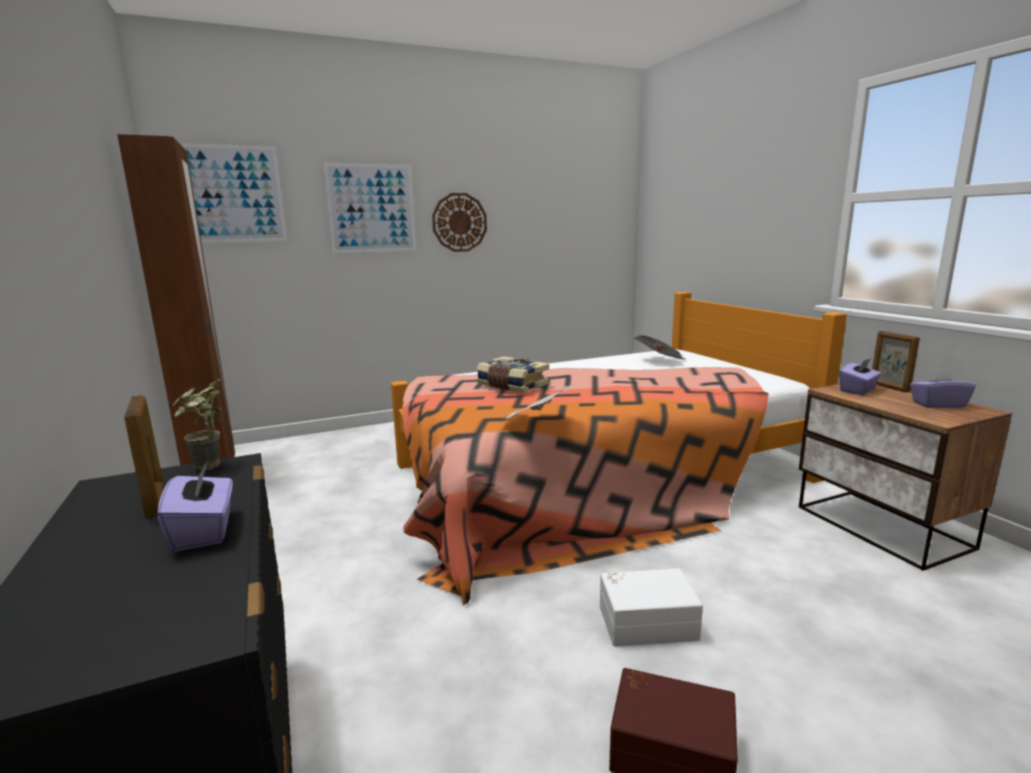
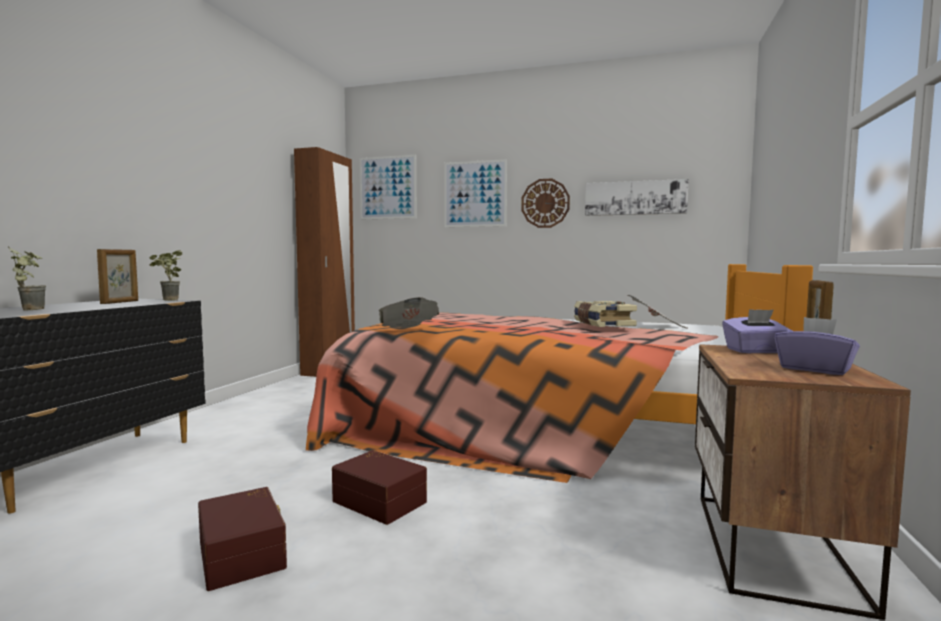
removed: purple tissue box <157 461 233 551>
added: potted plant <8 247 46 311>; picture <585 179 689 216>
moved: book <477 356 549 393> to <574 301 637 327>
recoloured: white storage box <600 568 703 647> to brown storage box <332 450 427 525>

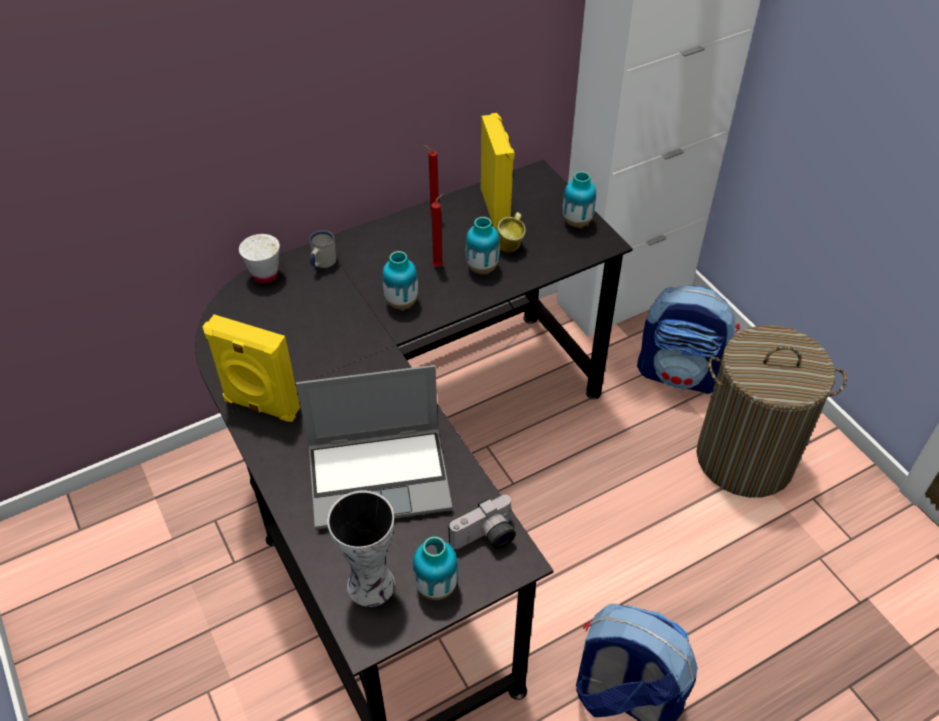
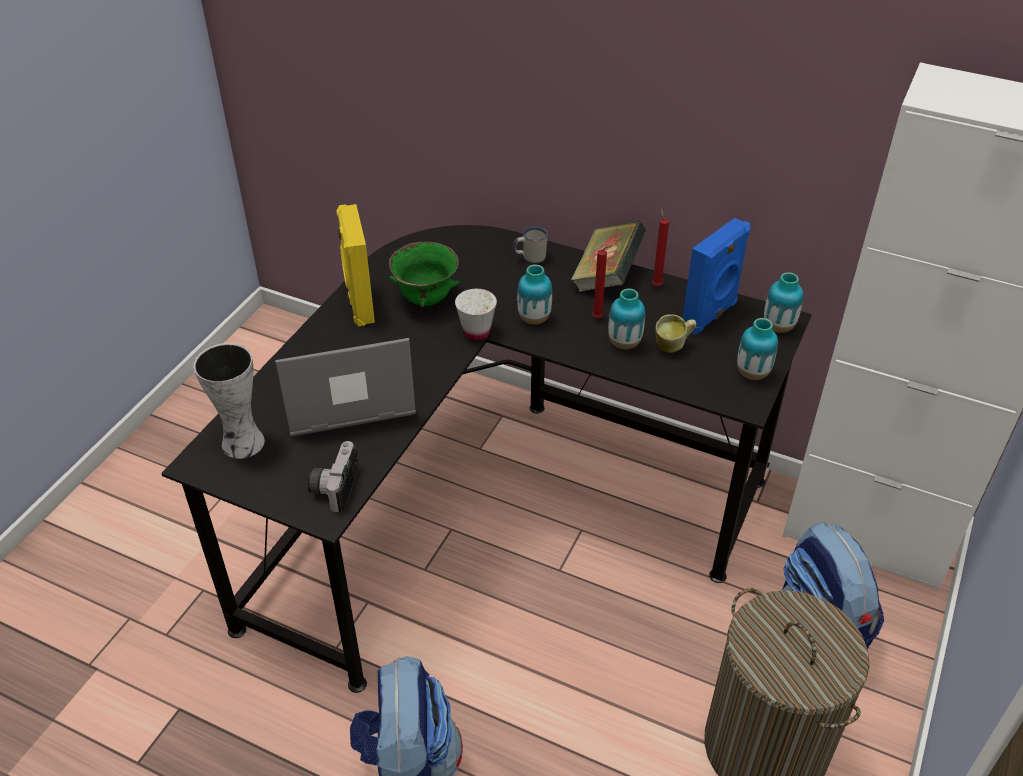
added: green bowl <389 241 460 307>; book <571 221 646 292>
moved: white cup <239 234 280 284> to <455 289 497 340>; vase <413 537 458 600> to <764 272 803 333>
recoloured: yellow speaker <481 113 515 228> to blue speaker <682 218 750 335>
turned: laptop <296 365 452 530> = <275 338 416 436> 120 degrees clockwise; photo camera <448 495 516 549> = <308 441 359 512> 75 degrees clockwise

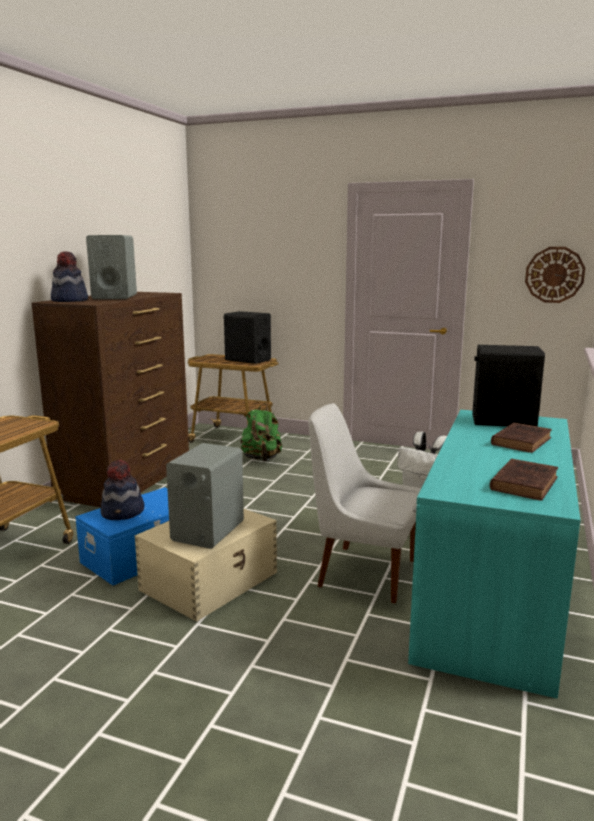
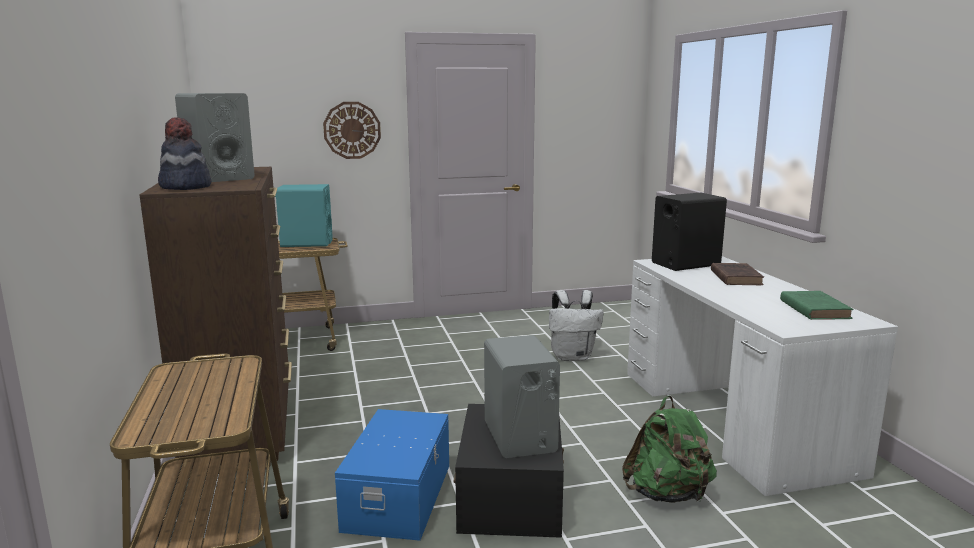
removed: hat <100 459 144 520>; white chair <309 403 421 604>
moved: green backpack <240 404 282 461> to <622 396 717 503>; wall clock <525 247 585 303> to <323 102 381 159>
recoloured: beige storage box <135 508 277 622> to black storage box <453 404 564 538>; black speaker <224 311 271 364> to turquoise speaker <275 184 333 247>; turquoise desk <408 409 580 699> to white desk <627 256 898 496>; brown book <490 459 559 501> to green book <780 291 854 320>

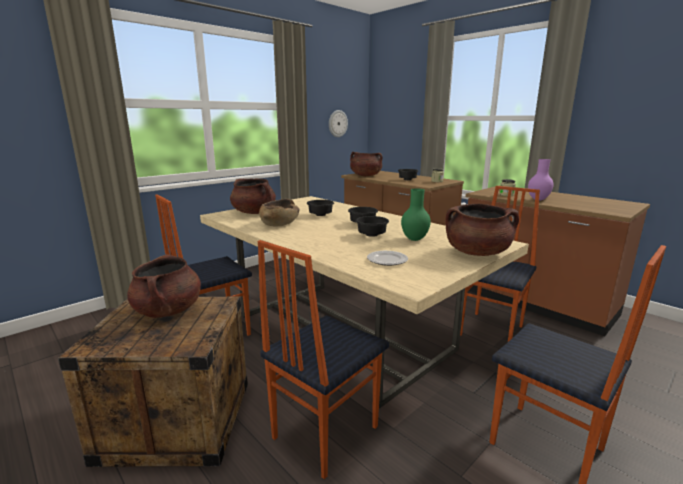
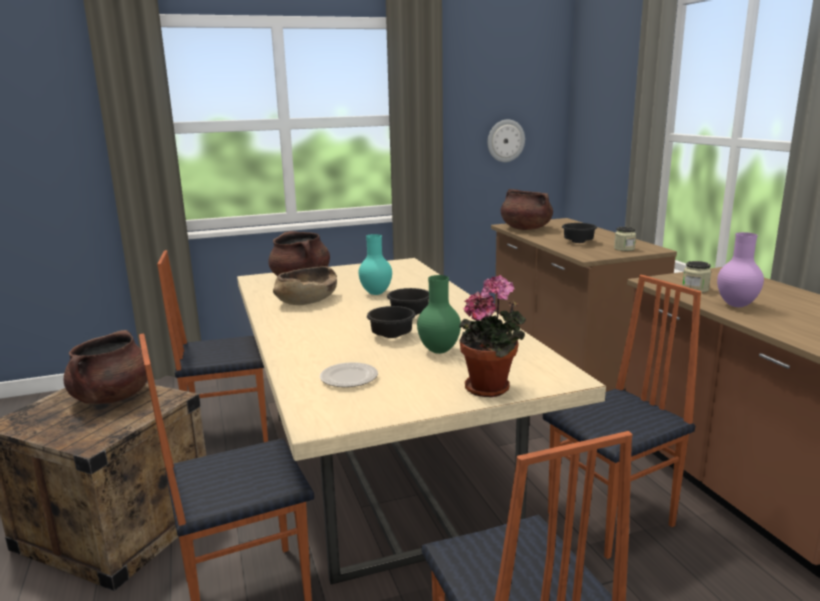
replaced: black bowl <307 200 334 216> to turquoise vase <359 234 392 295>; brown cooking pot <445 204 519 256> to potted plant <460 275 526 397>

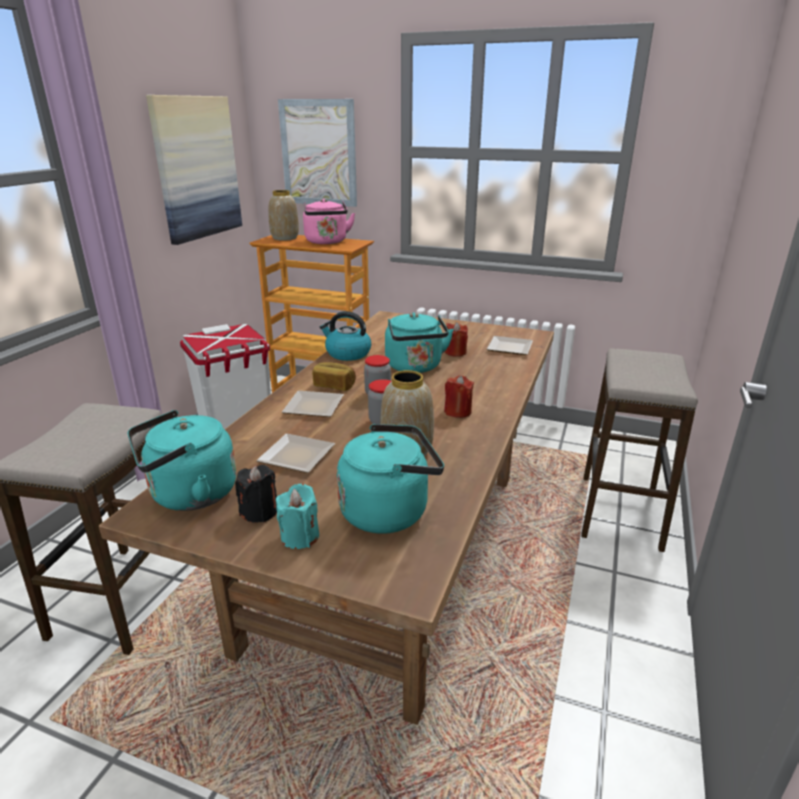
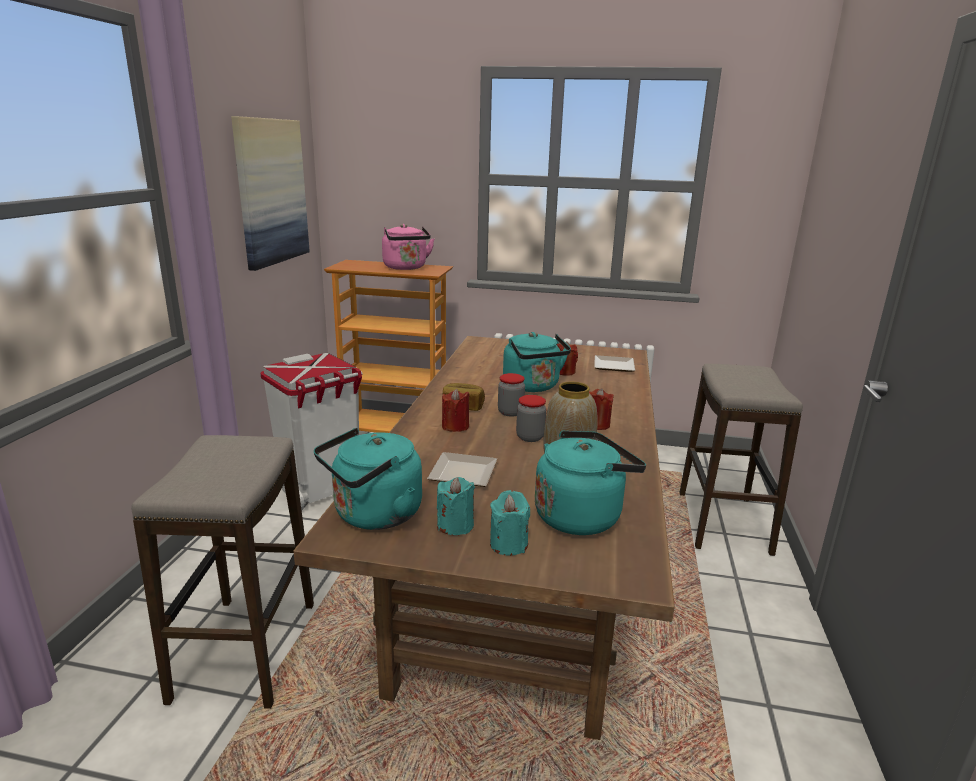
removed: vase <268 190 299 241>; picture <278 99 357 207>; kettle <320 311 371 361>
replaced: plate <282 391 344 417> to red candle <442 389 470 432>
recoloured: black candle <235 465 277 523> to turquoise candle <437 477 475 535>

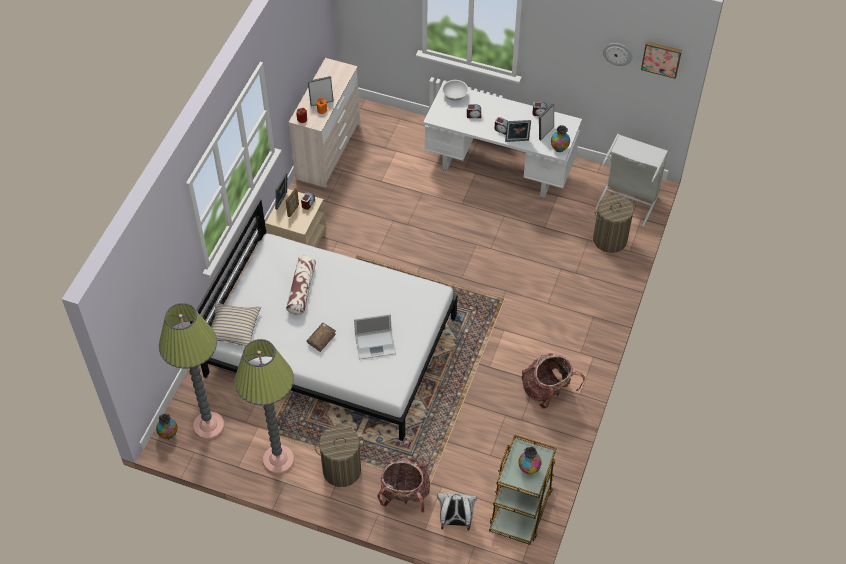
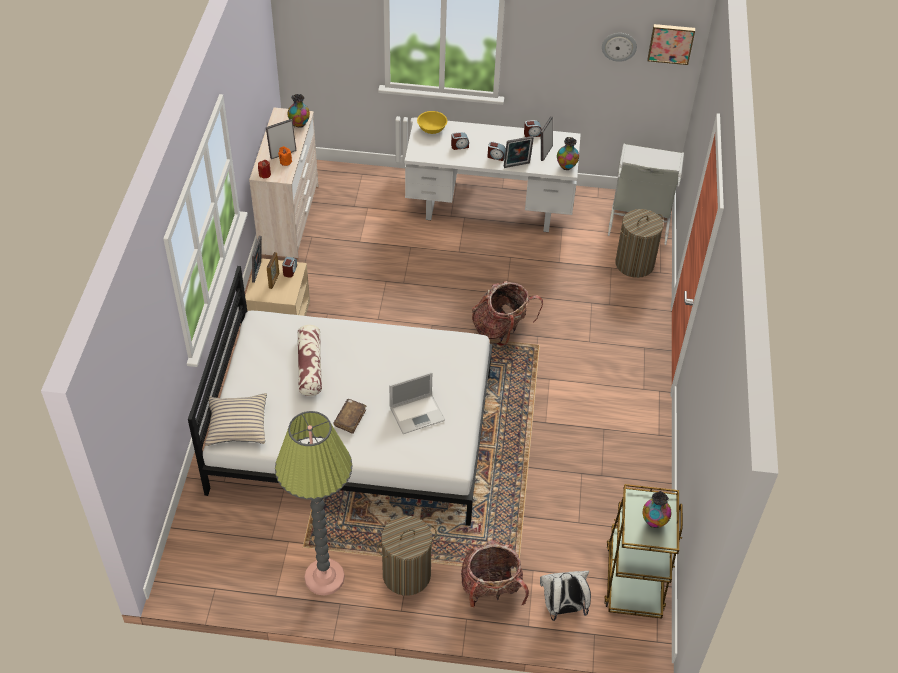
removed: floor lamp <159 303 224 440>
moved: vase <156 414 178 439> to <288 94 310 128>; backpack <522 353 585 409> to <472 281 543 346>
recoloured: white bowl <442 80 468 101> to yellow bowl <417 111 447 134>

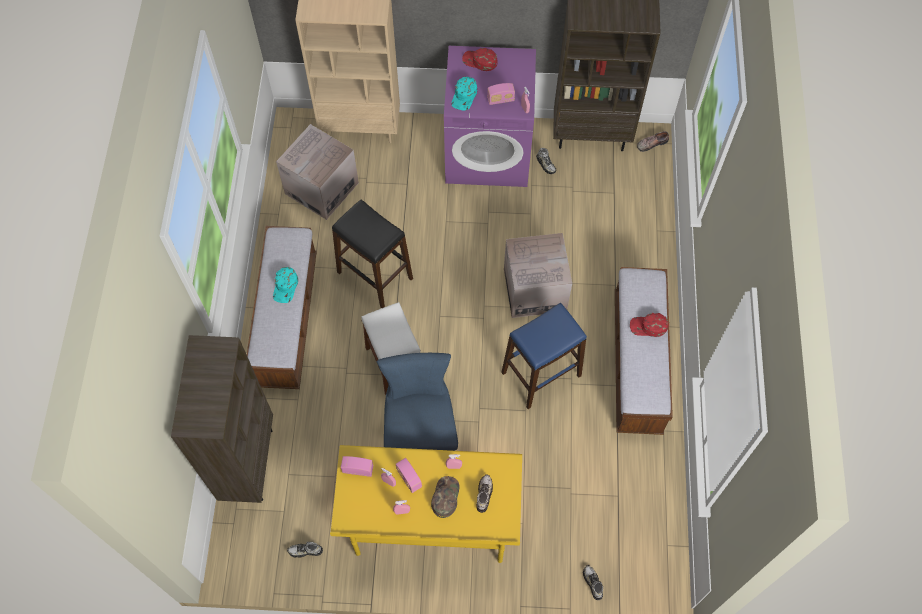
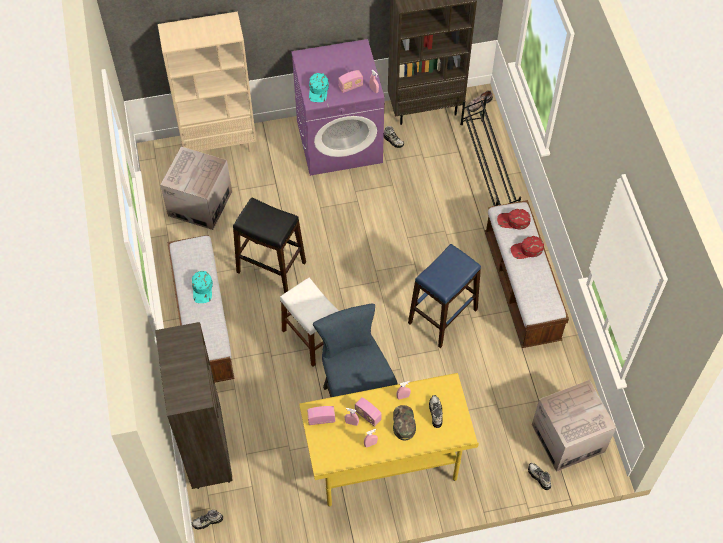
added: black shoe rack <460 96 521 206>
moved: shoe <287 542 323 558> to <191 510 223 530>; red cap <462 48 498 71> to <497 209 531 229>; cardboard box <504 233 572 318> to <532 380 616 472>

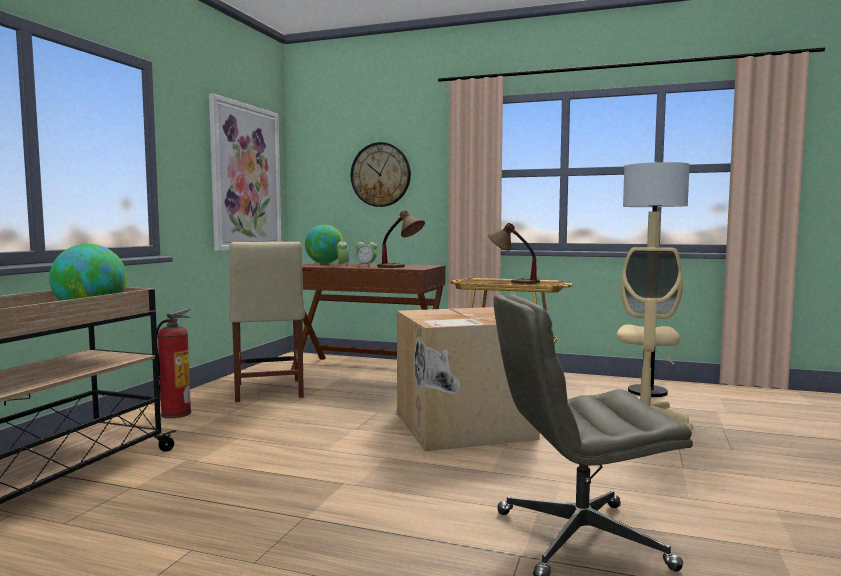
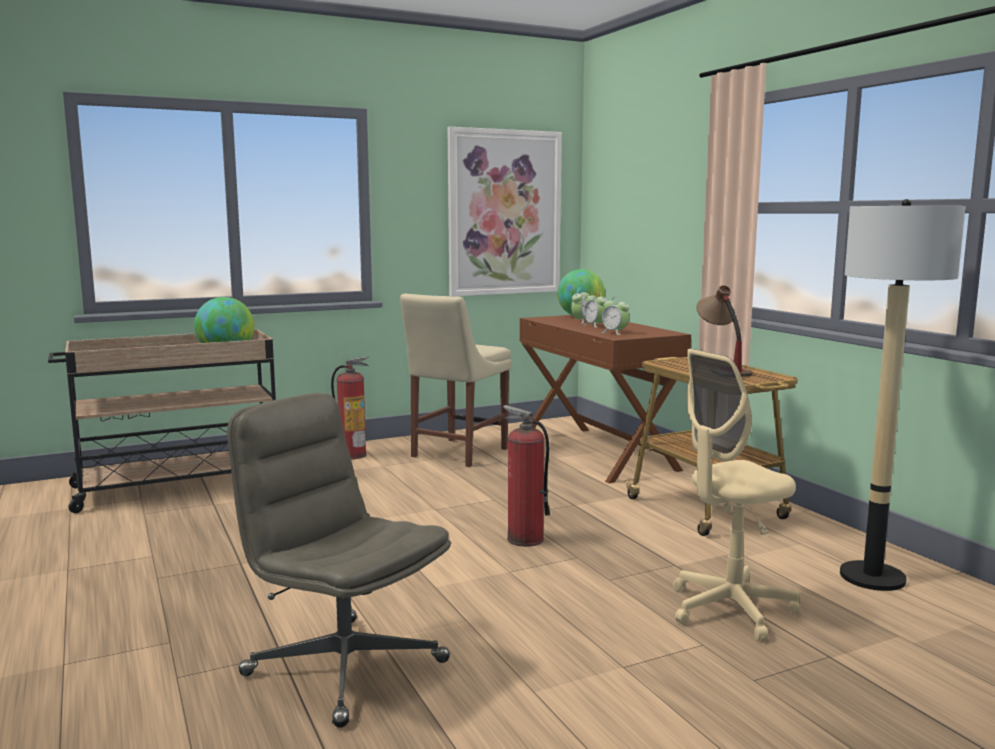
removed: wall clock <351 142 411 207>
replaced: table lamp <377 210 425 268> to alarm clock <601 297 629 335>; cardboard box <397 307 540 451> to fire extinguisher <503 405 550 547>

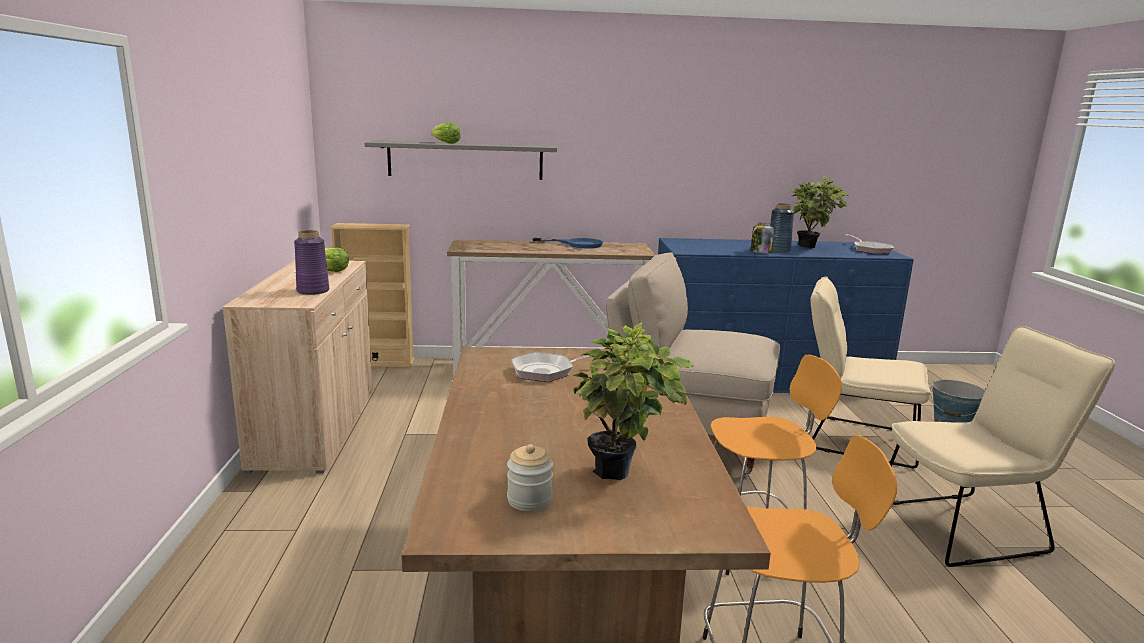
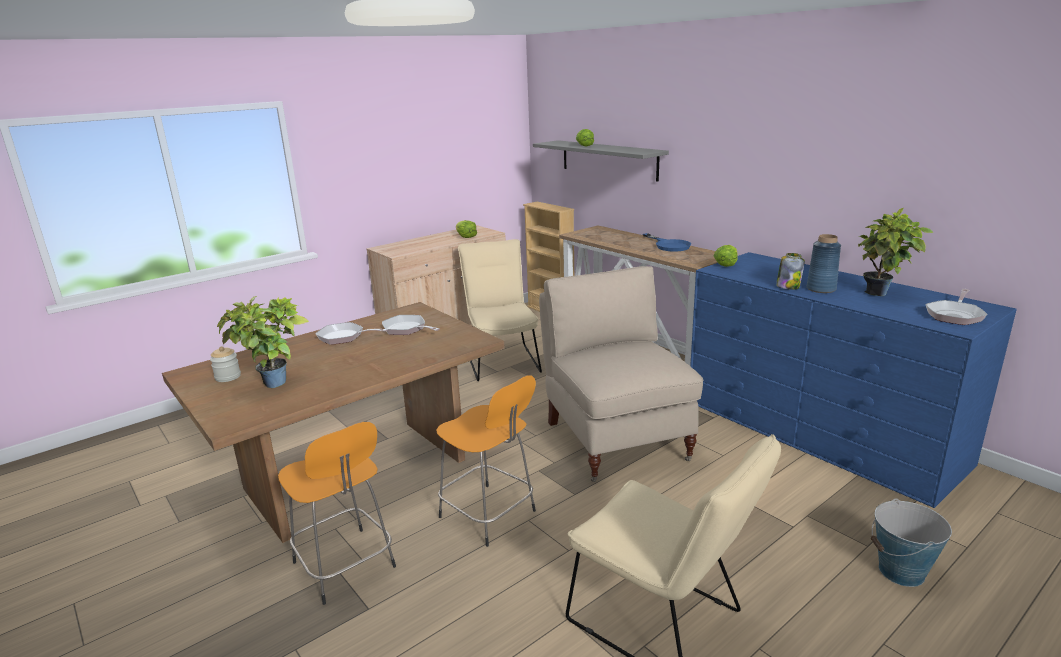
removed: purple vase <294 230 329 295>
added: frying pan <316 322 388 345>; lettuce <714 245 738 267>
moved: beige chair <810 276 931 468> to <458 239 542 381>

